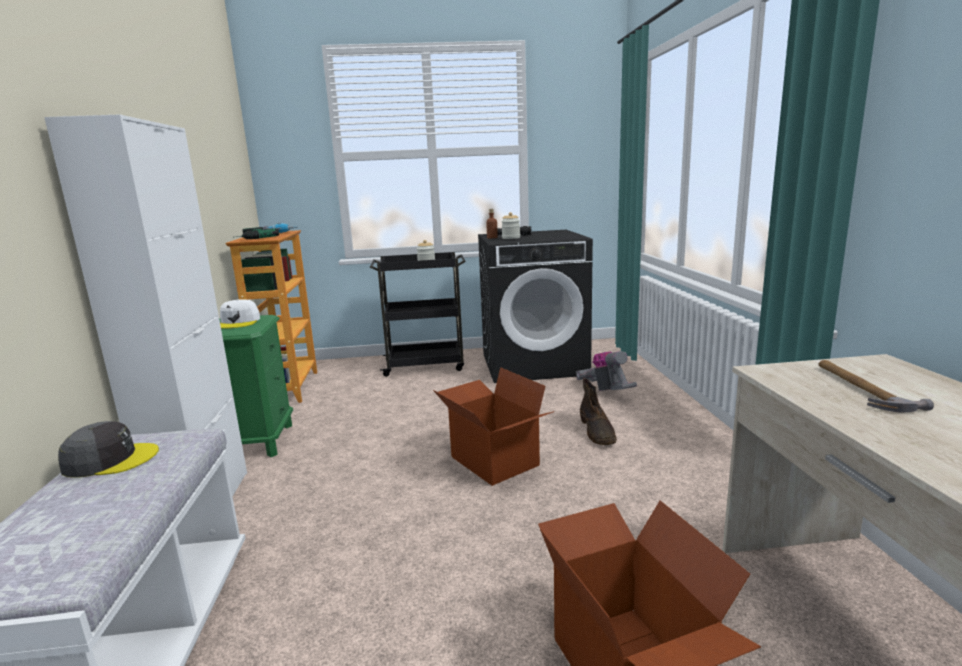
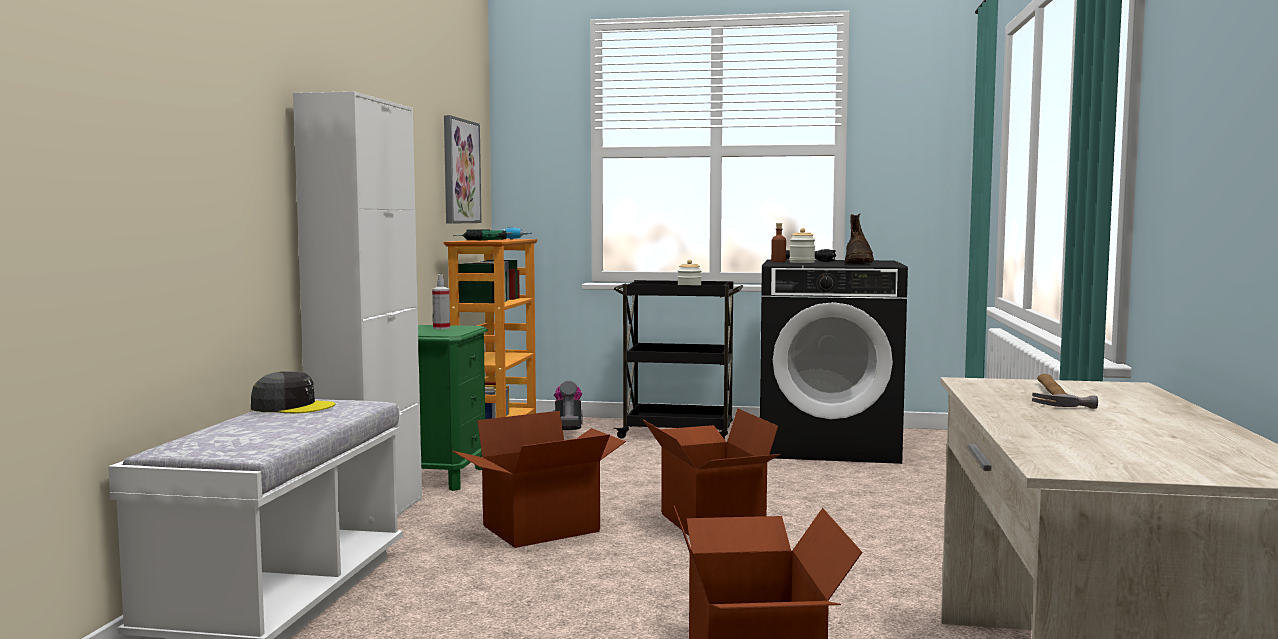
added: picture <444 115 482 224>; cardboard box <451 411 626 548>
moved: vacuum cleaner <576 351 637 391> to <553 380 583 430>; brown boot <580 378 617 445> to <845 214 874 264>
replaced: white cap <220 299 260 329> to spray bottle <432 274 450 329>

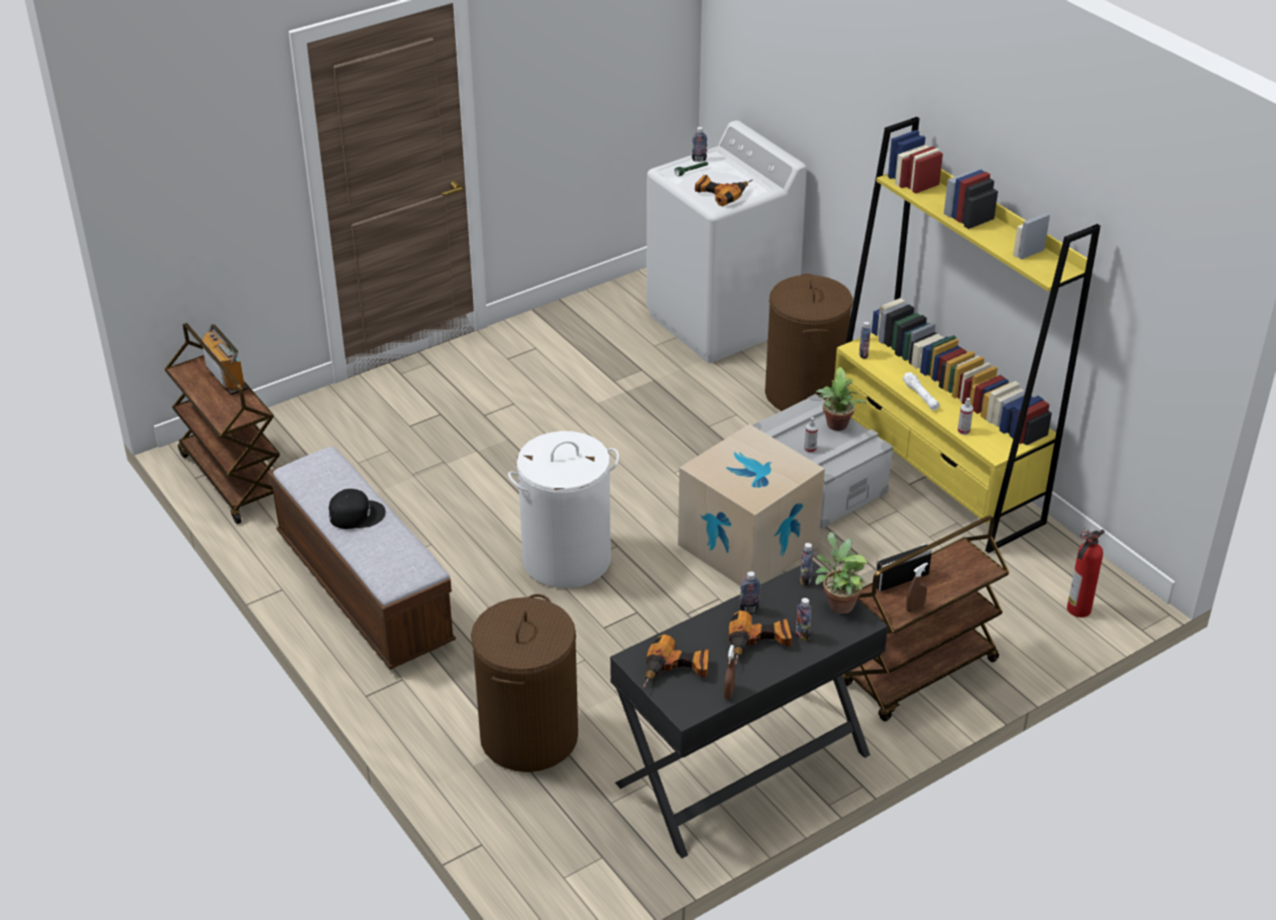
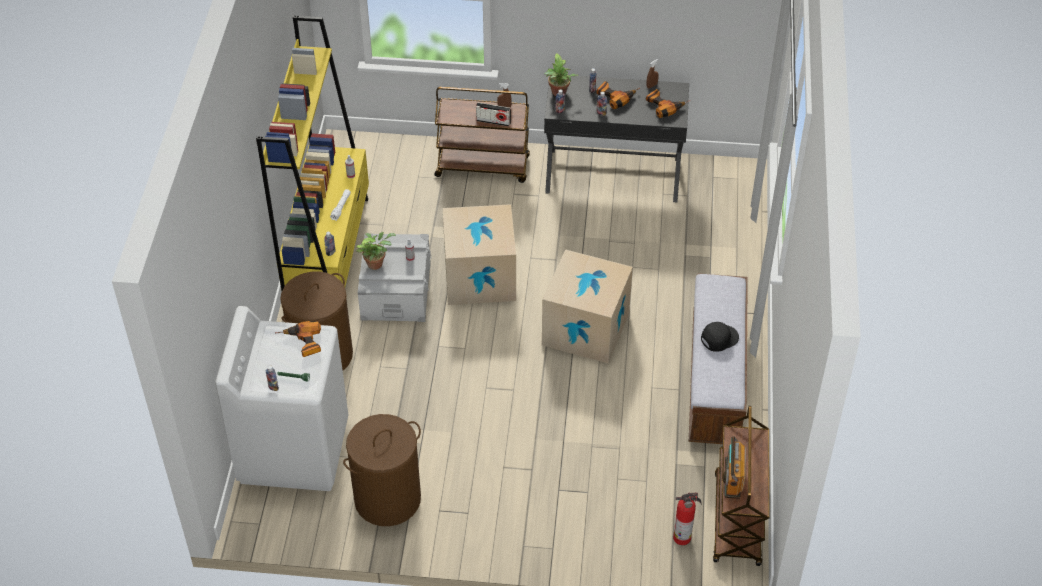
moved: brown laundry basket <471 594 578 772> to <343 414 421 526>; fire extinguisher <1067 529 1105 617> to <673 492 702 545>
replaced: white laundry basket <508 431 619 588> to cardboard box <542 249 633 364>
turned: black cap <329 489 386 529> = <701 322 739 352> 120 degrees clockwise

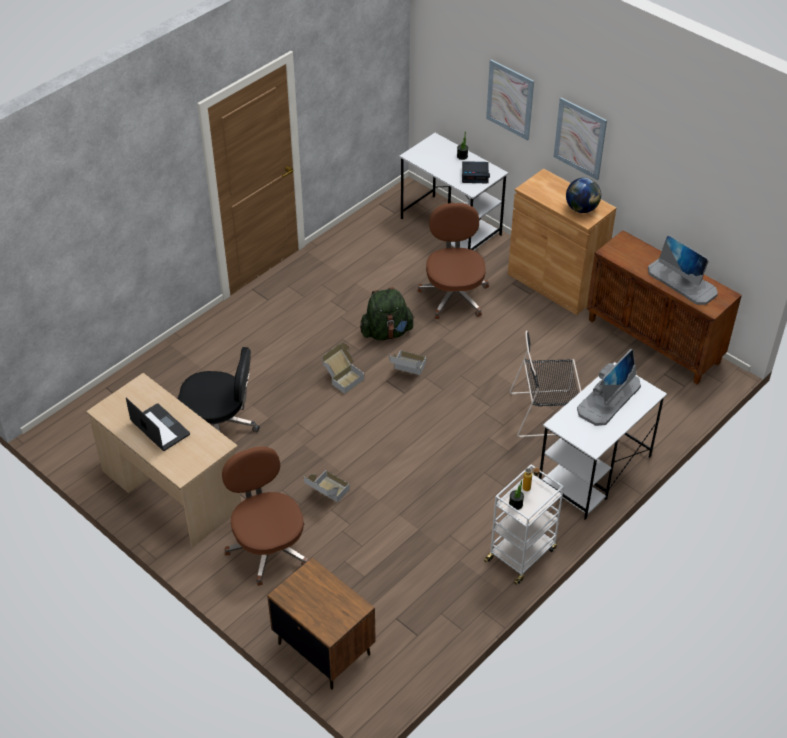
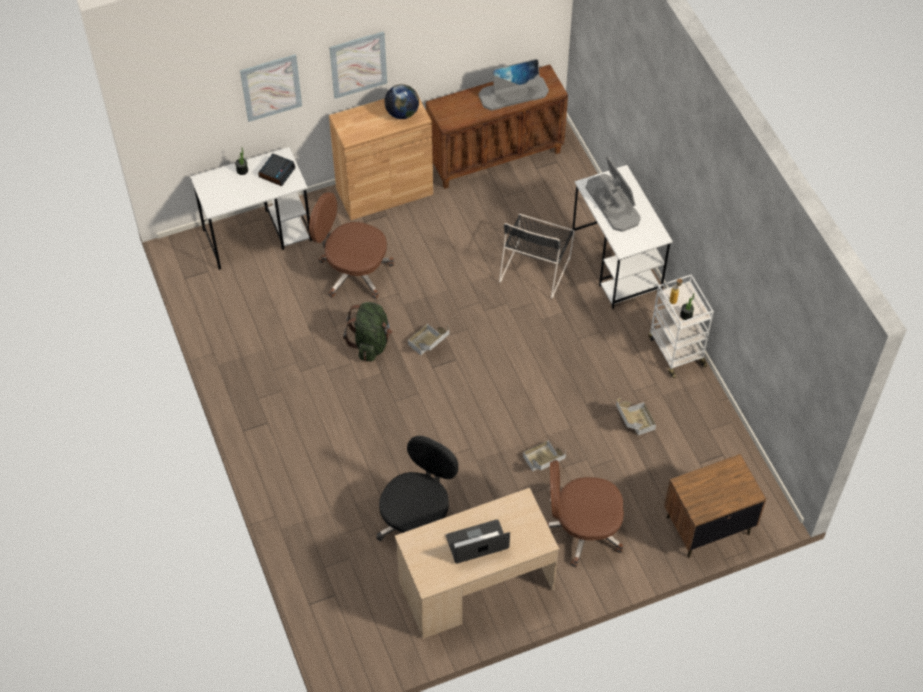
moved: cardboard box <322 343 365 394> to <616 397 656 435>

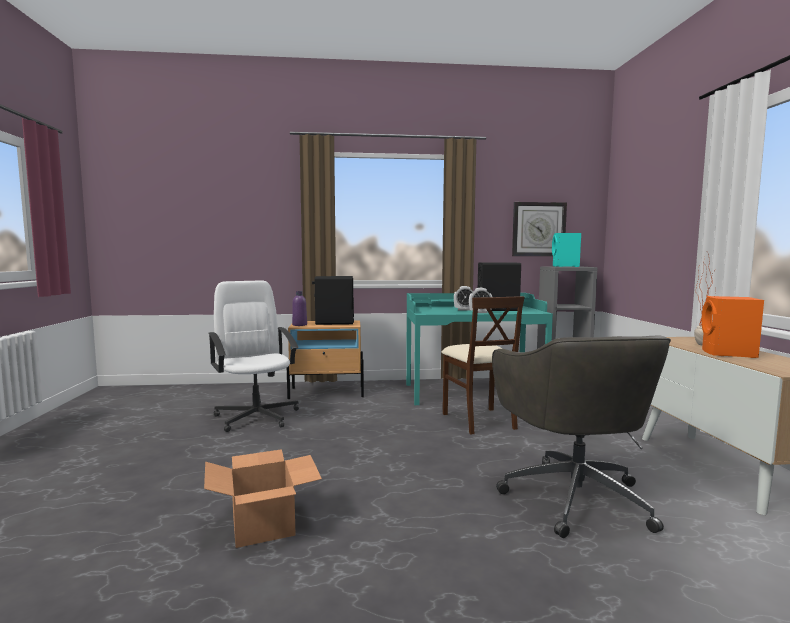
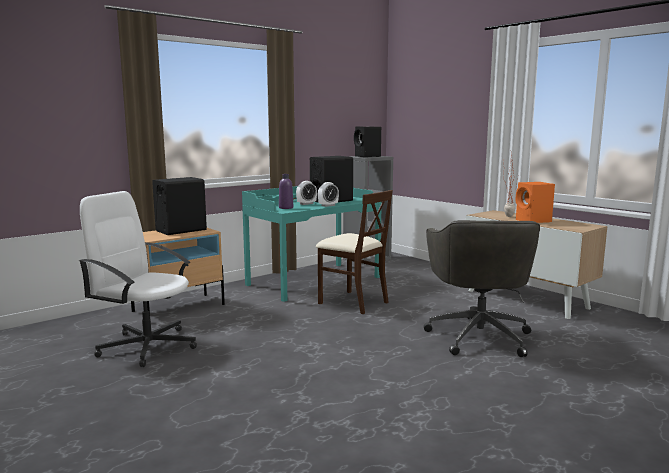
removed: cardboard box <204 449 322 548>; wall clock <512 202 567 256>
moved: purple bottle <292 291 307 326> to <279 174 293 209>
recoloured: turquoise speaker <552 233 581 267> to black speaker <354 127 381 157>
turned: grey office chair <492 336 671 538> = <424 220 540 357> 45 degrees clockwise

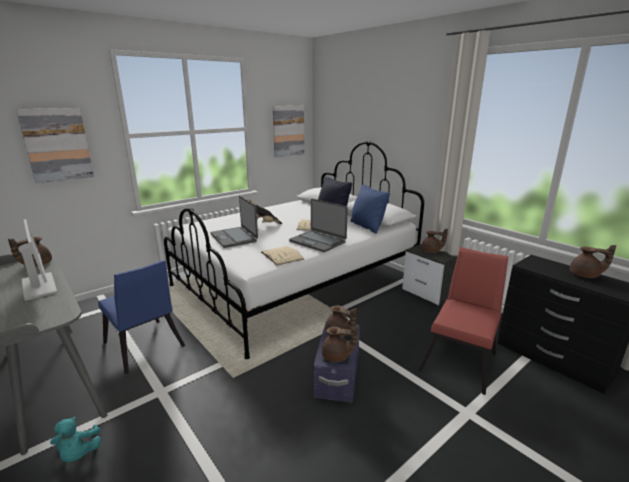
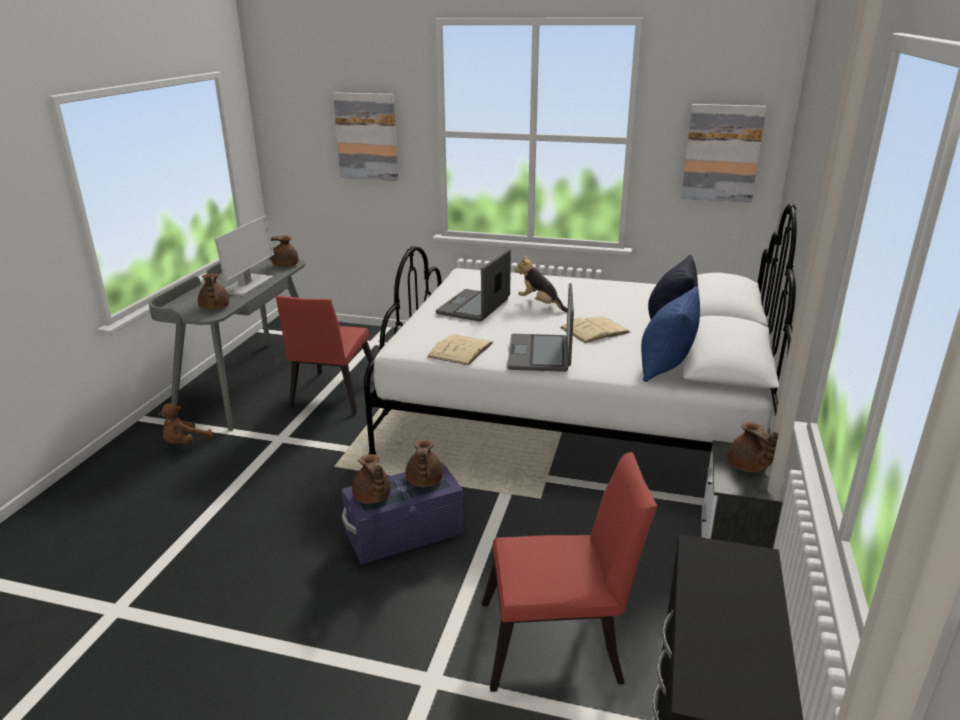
moved: brown teapot <570 245 616 278> to <198 274 230 310>
recoloured: turquoise plush toy <50 417 101 462> to brown plush toy <158 403 213 445>; blue chair <98 260 185 374> to red chair <276 296 374 414>

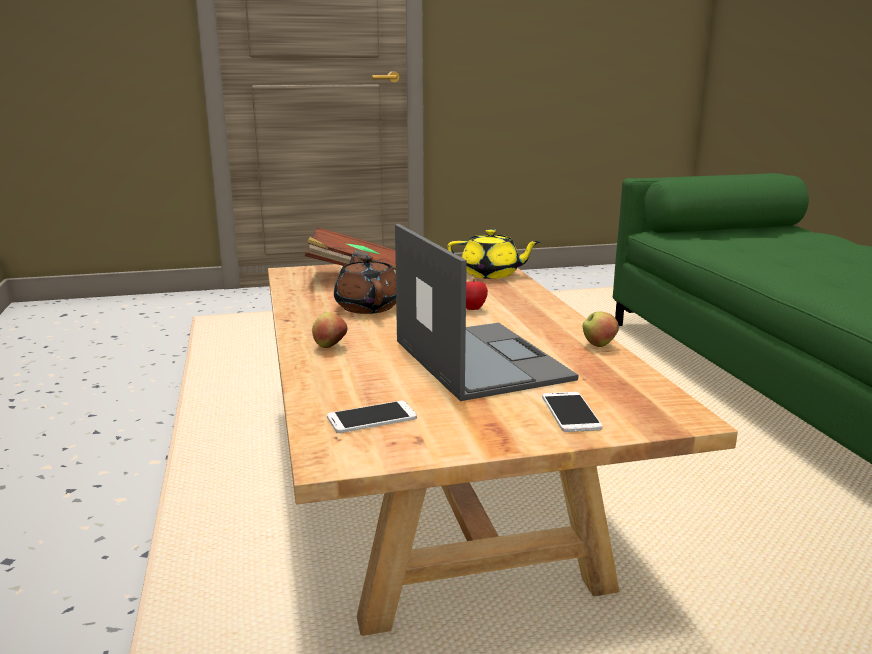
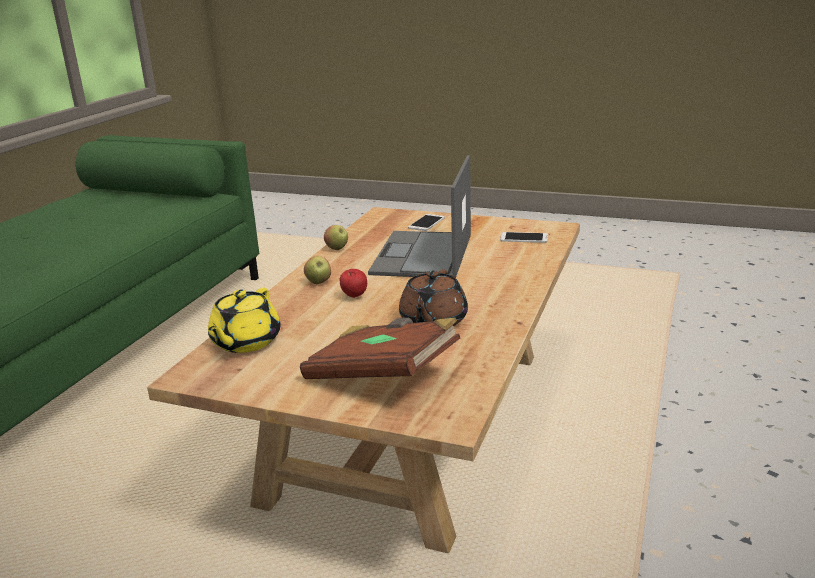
moved: apple <312 312 348 348> to <304 256 331 284>
turned: yellow teapot <447 229 541 279> = <208 288 280 353> 120 degrees counterclockwise

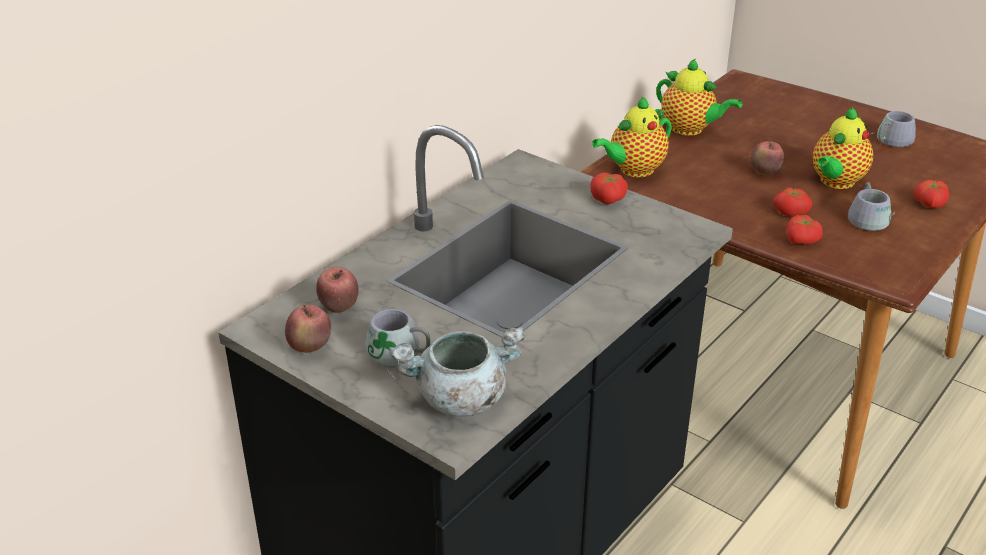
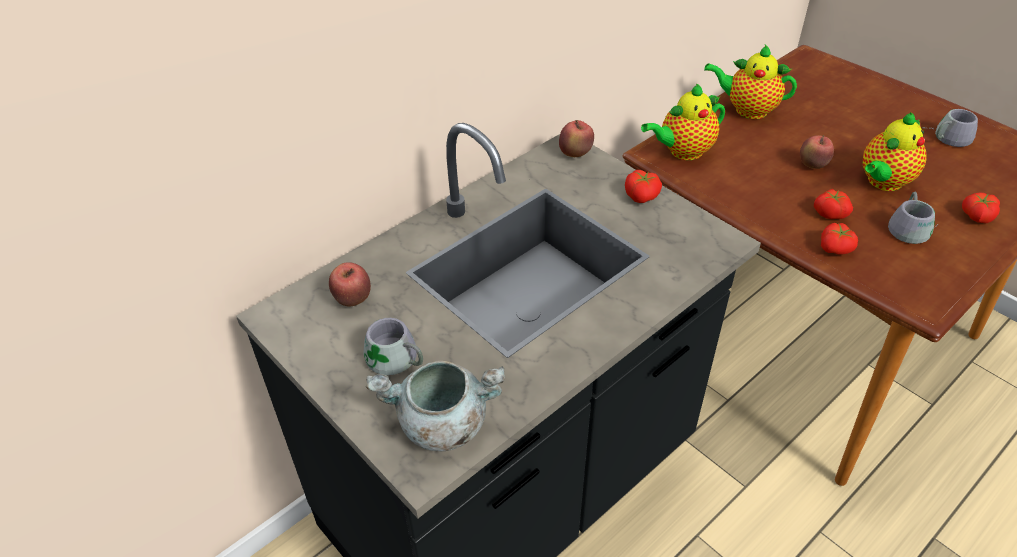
moved: apple <285 305 331 353> to <559 120 594 157>
turned: teapot <656 59 743 136> = <705 44 797 119> 150 degrees clockwise

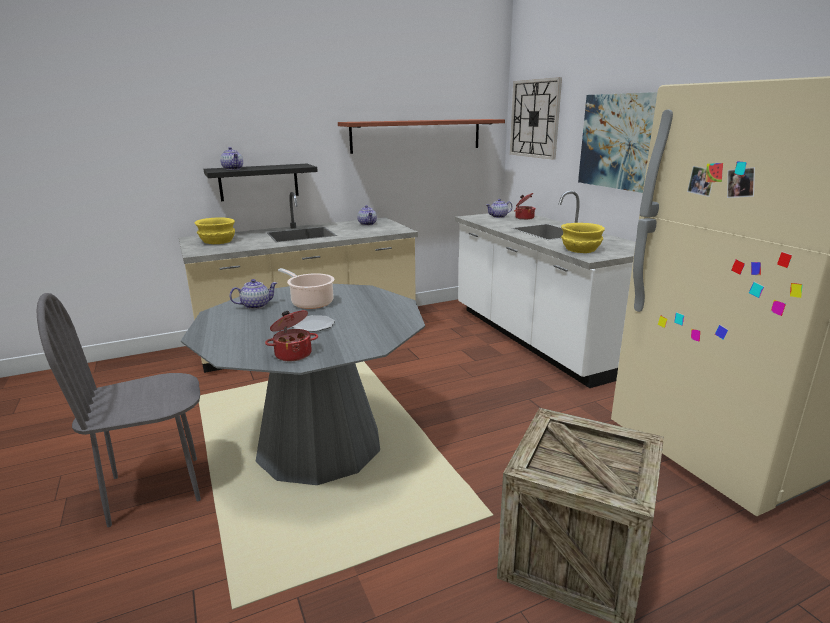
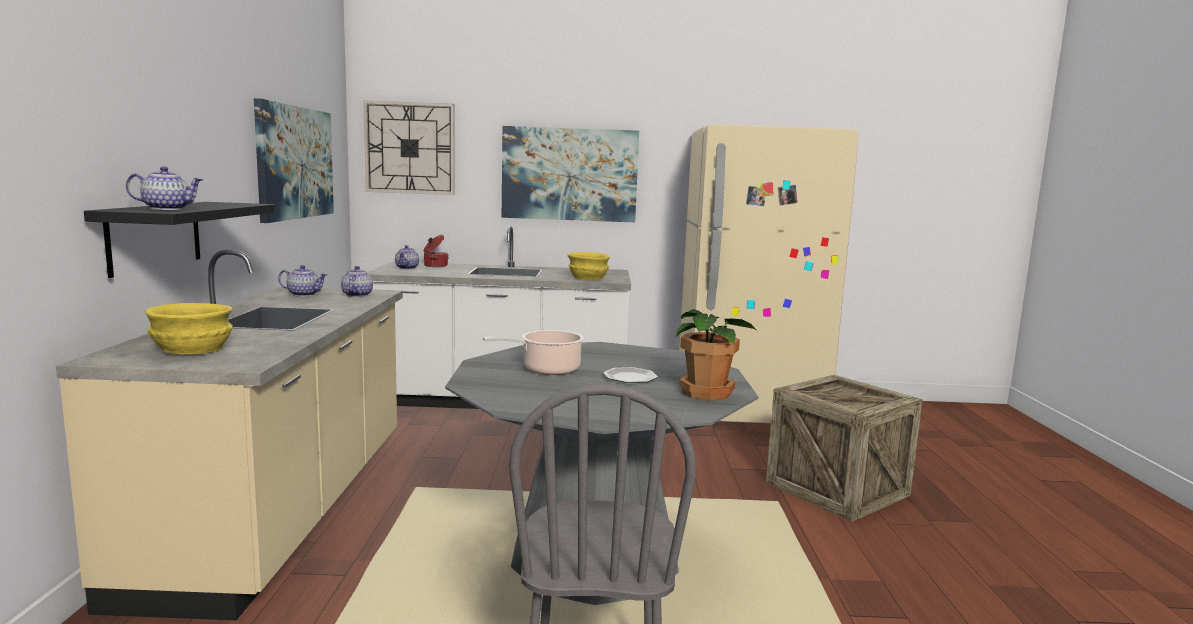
moved: teapot <230 279 277 309> to <341 266 373 297>
replaced: cooking pot <265 310 318 361> to potted plant <676 309 758 401>; shelf <338 119 505 154> to picture <254 98 334 223>

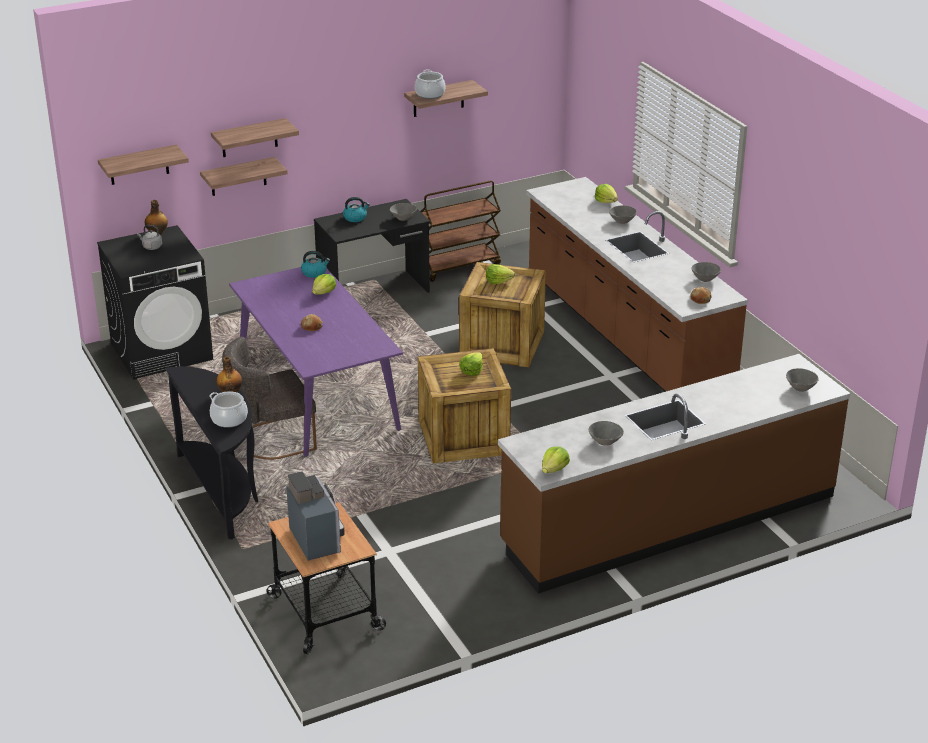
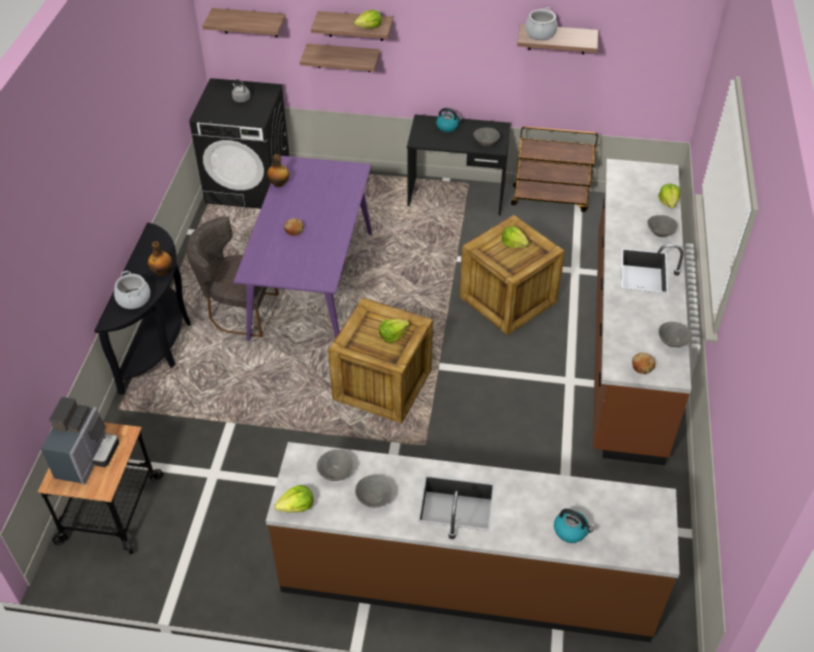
moved: bottle <145 200 168 236> to <267 154 289 187>; kettle <301 251 330 278> to <554 509 593 543>; lettuce <312 274 336 295> to <354 10 382 29>; grey bowl <786 368 819 392> to <317 449 353 481>

